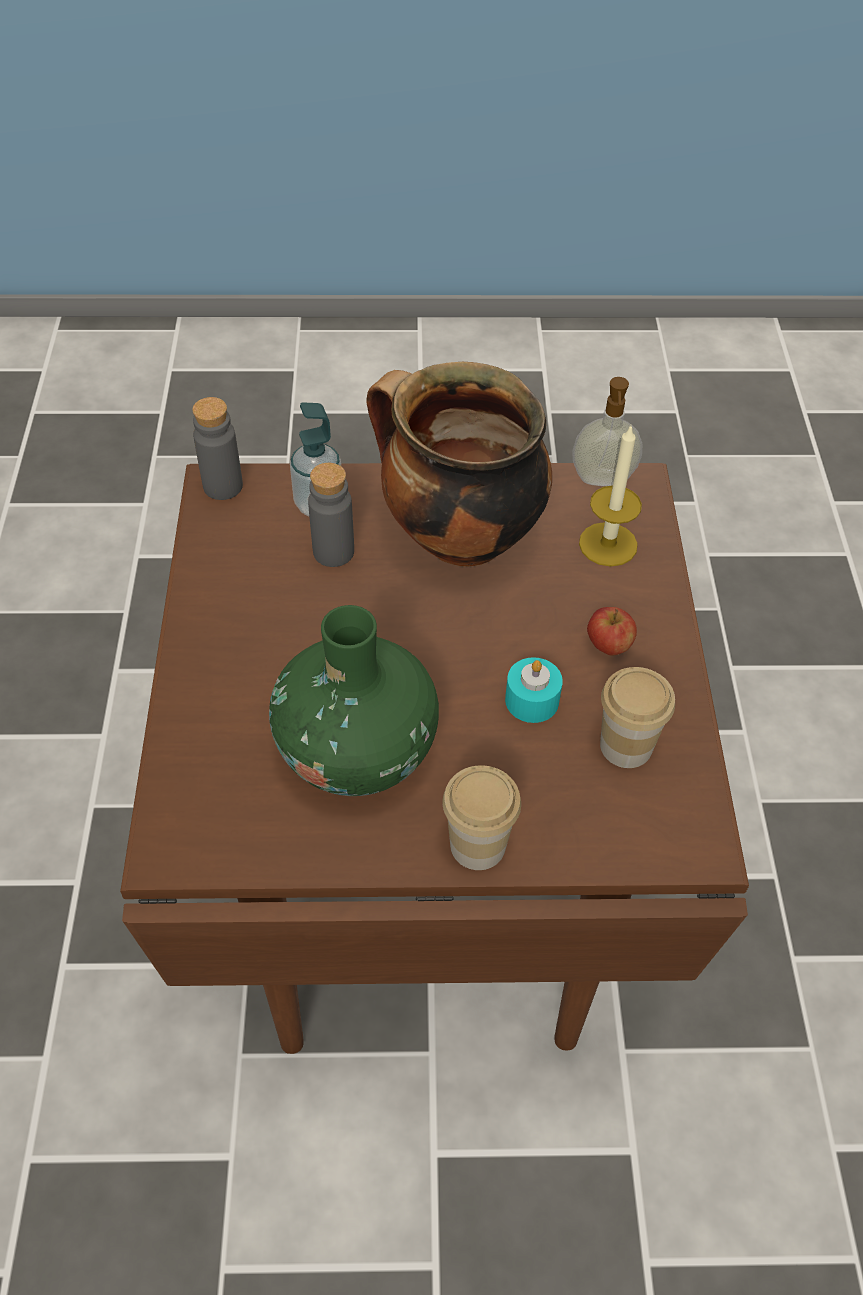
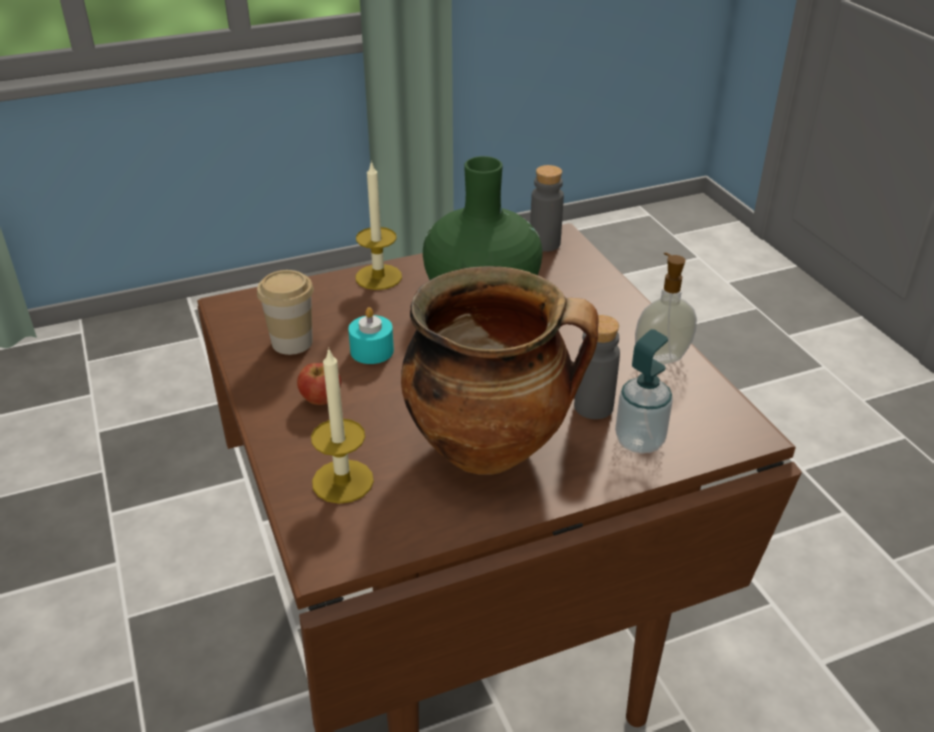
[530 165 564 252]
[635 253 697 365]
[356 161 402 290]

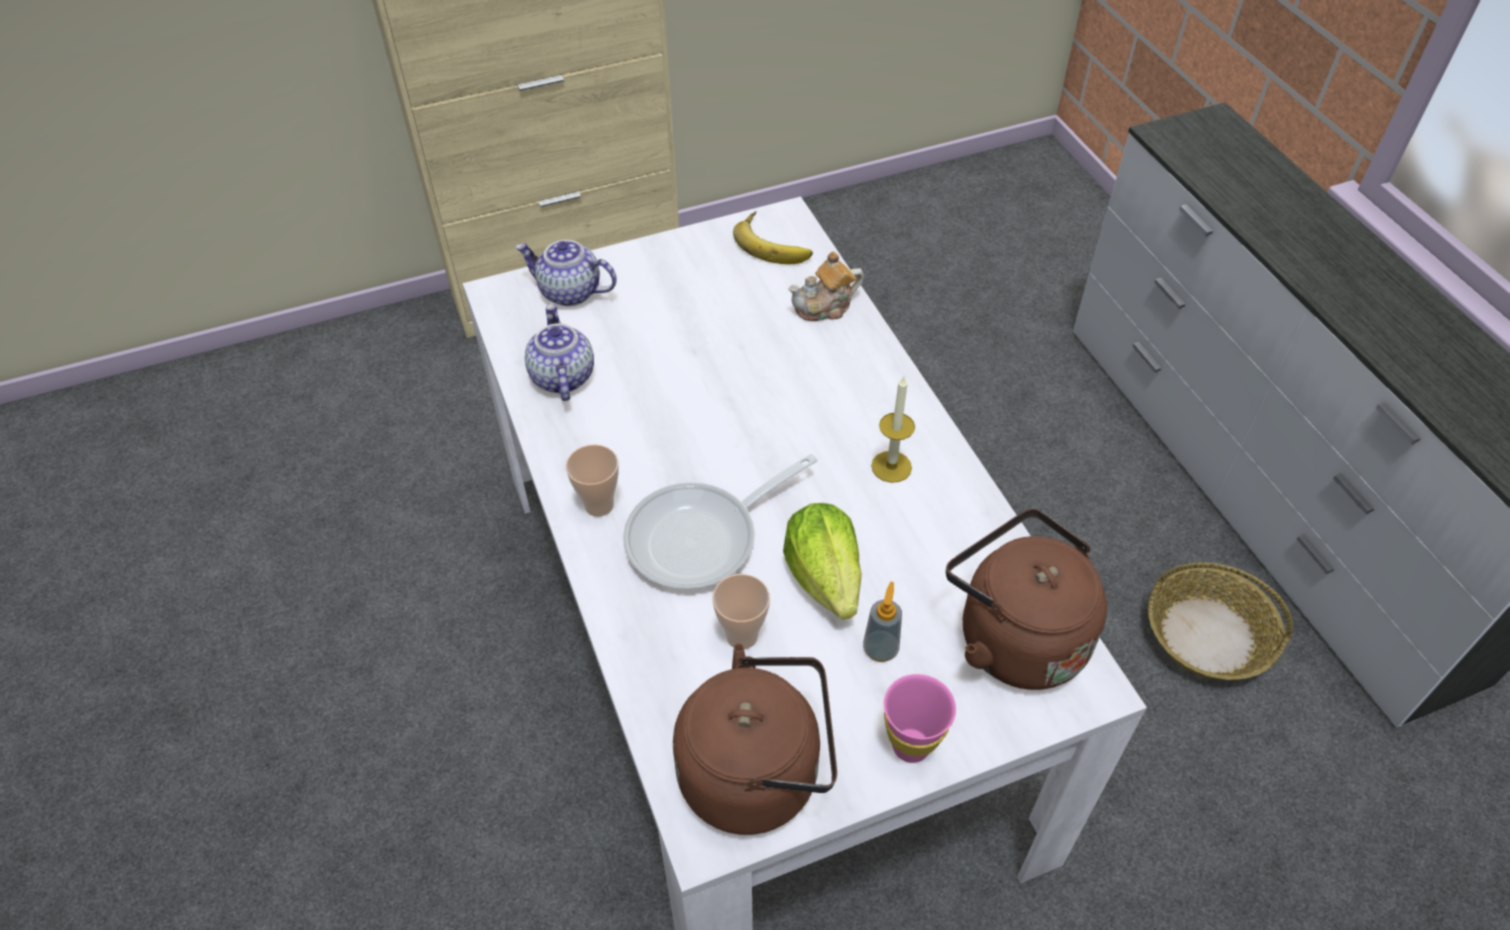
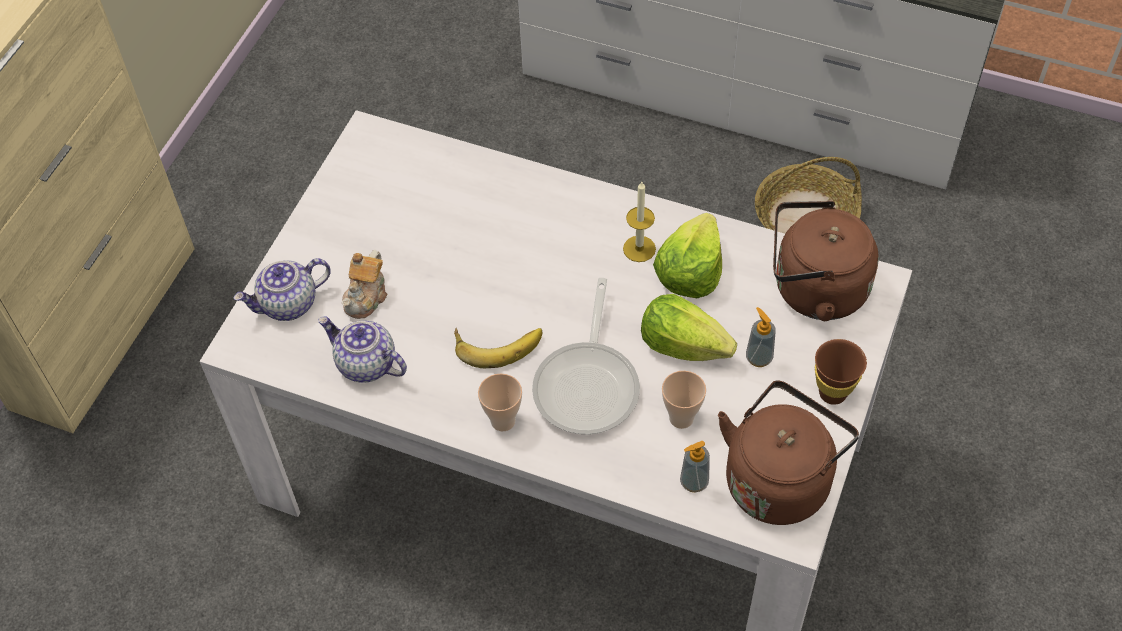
[653 213 722 298]
[680 441 710 492]
[454 328 542 368]
[342 250 387 319]
[815 339 867 405]

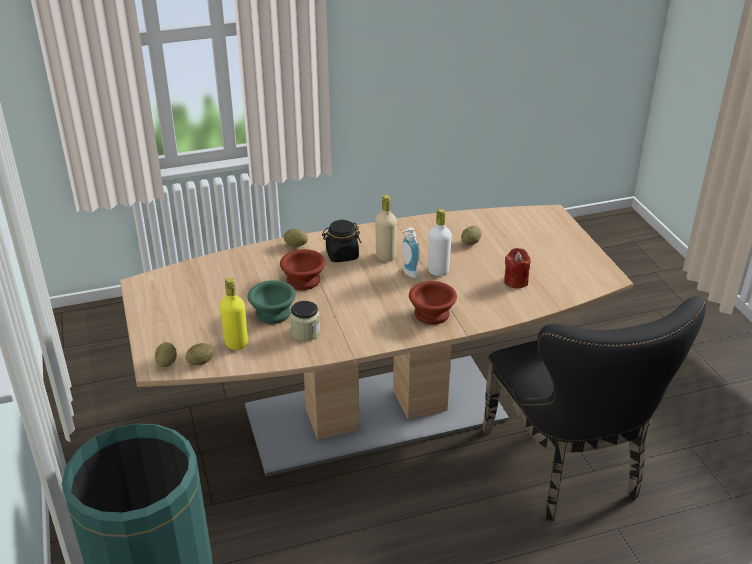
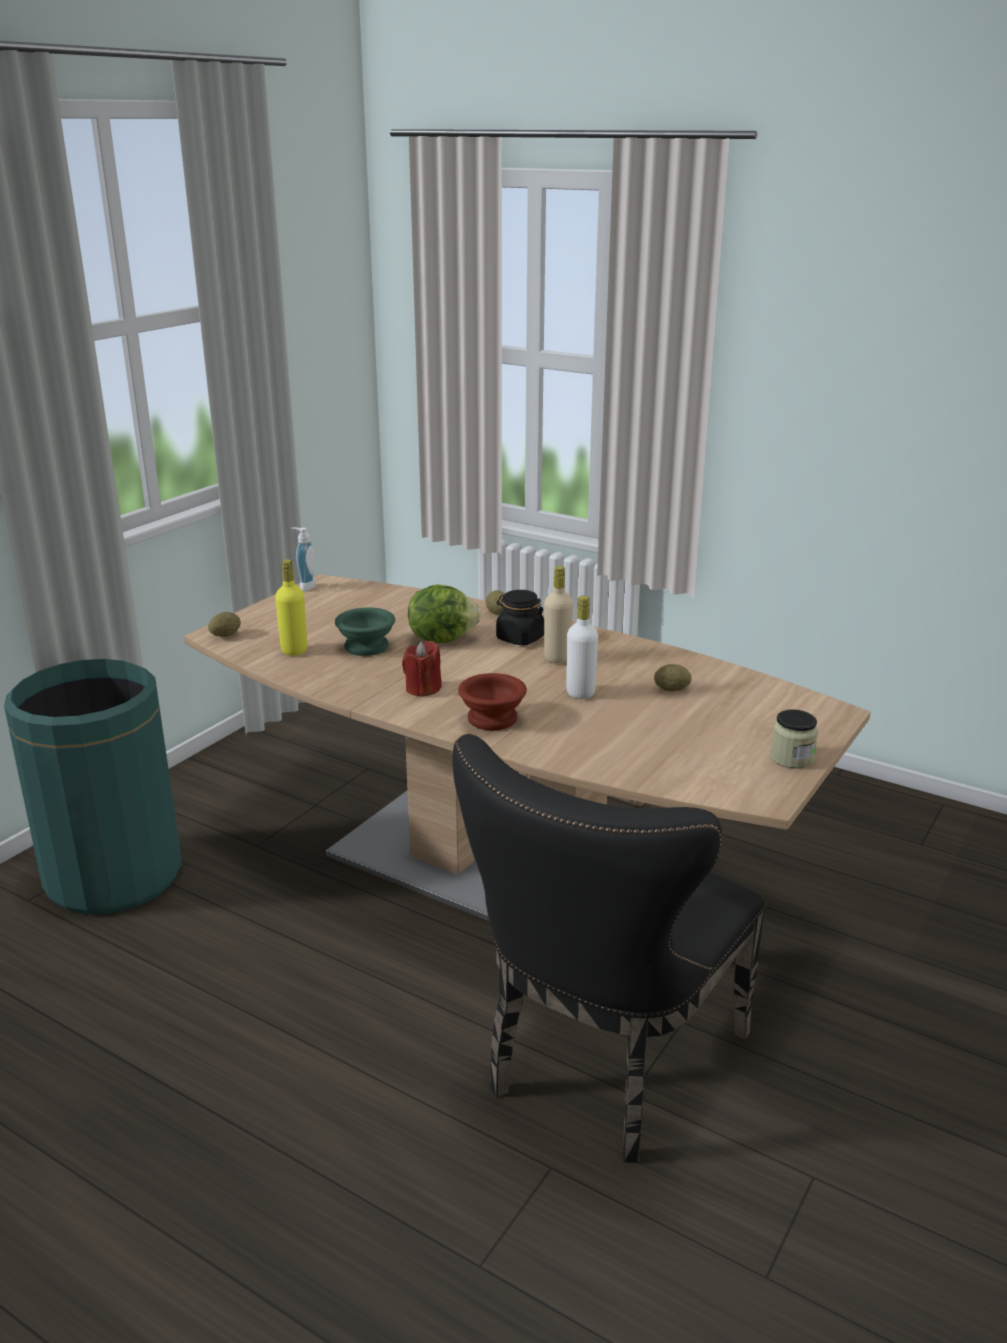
[186 343 214 365] (first image)
[770 709 818 769]
[291 527 316 592]
[402 641 442 697]
[408 584 481 643]

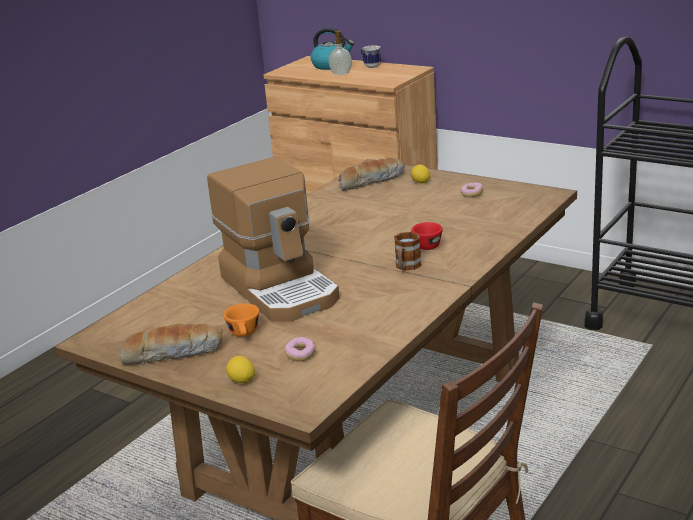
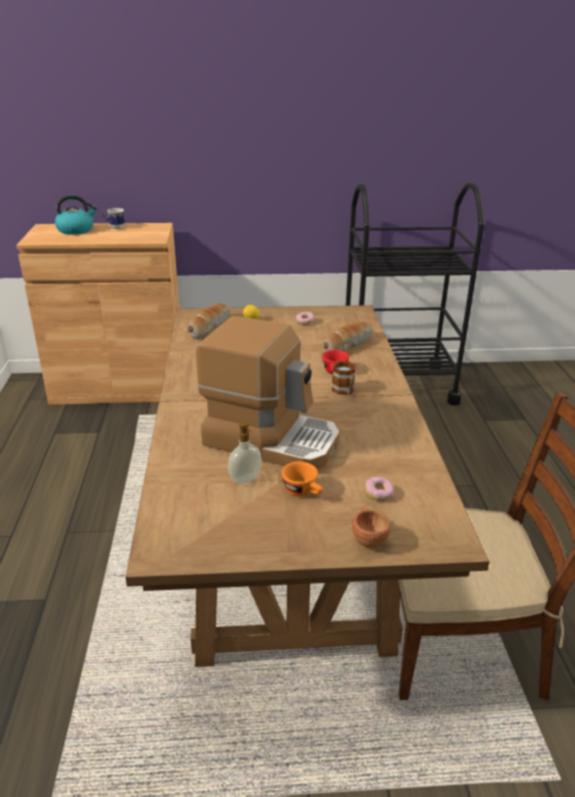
[323 322 373 352]
[228 421 262 484]
[352 505 391 548]

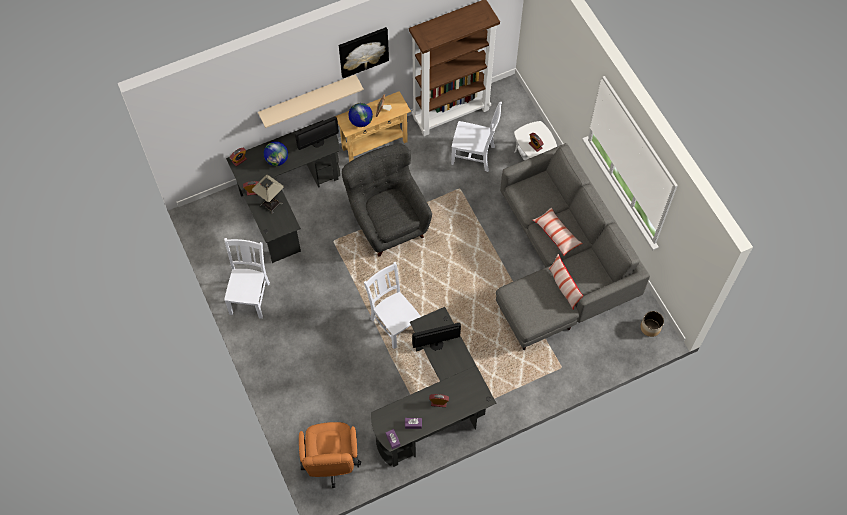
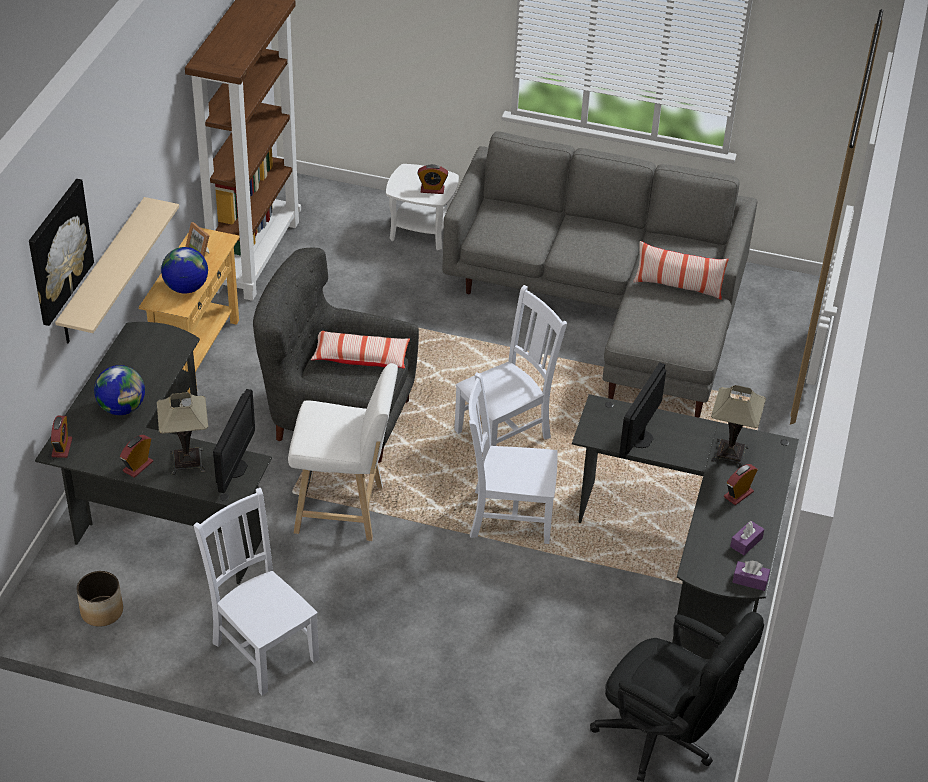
[288 363 398 541]
[711 385 766 467]
[213 389 255 493]
[29 179 94 326]
[454 285 567 446]
[311 331 410 368]
[77 571 123 627]
[590 612 764 782]

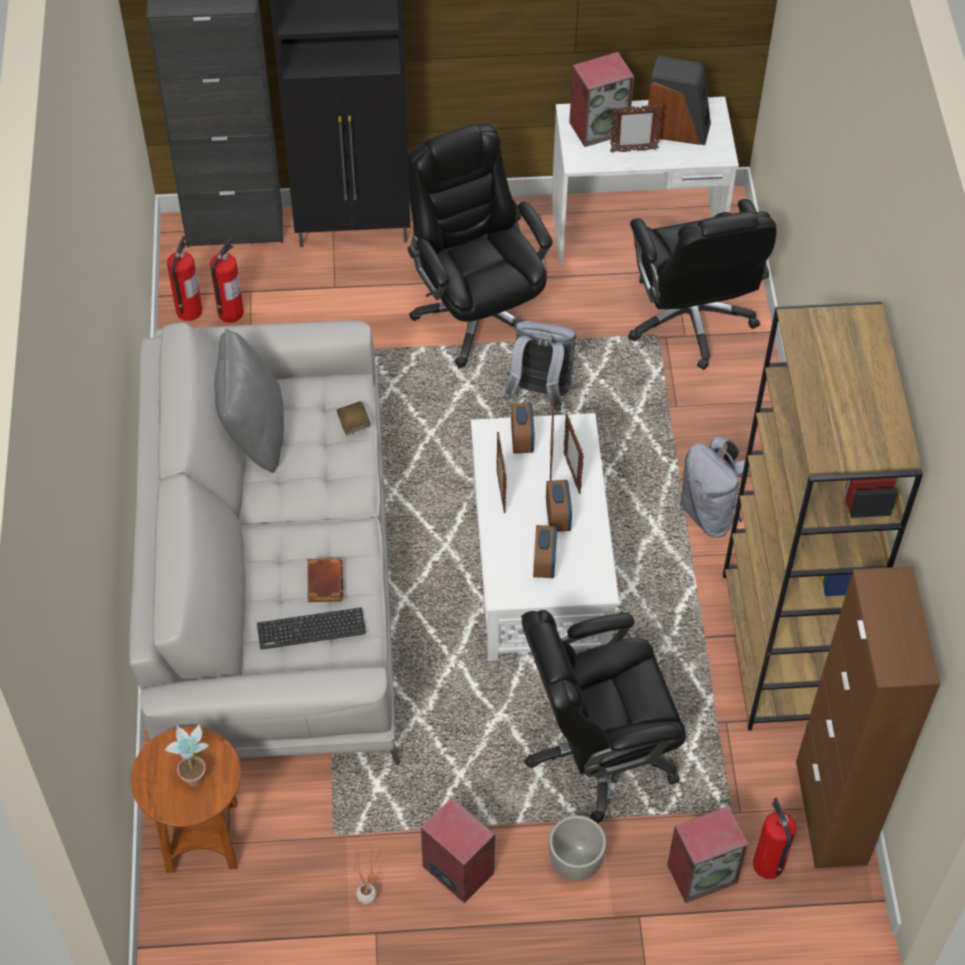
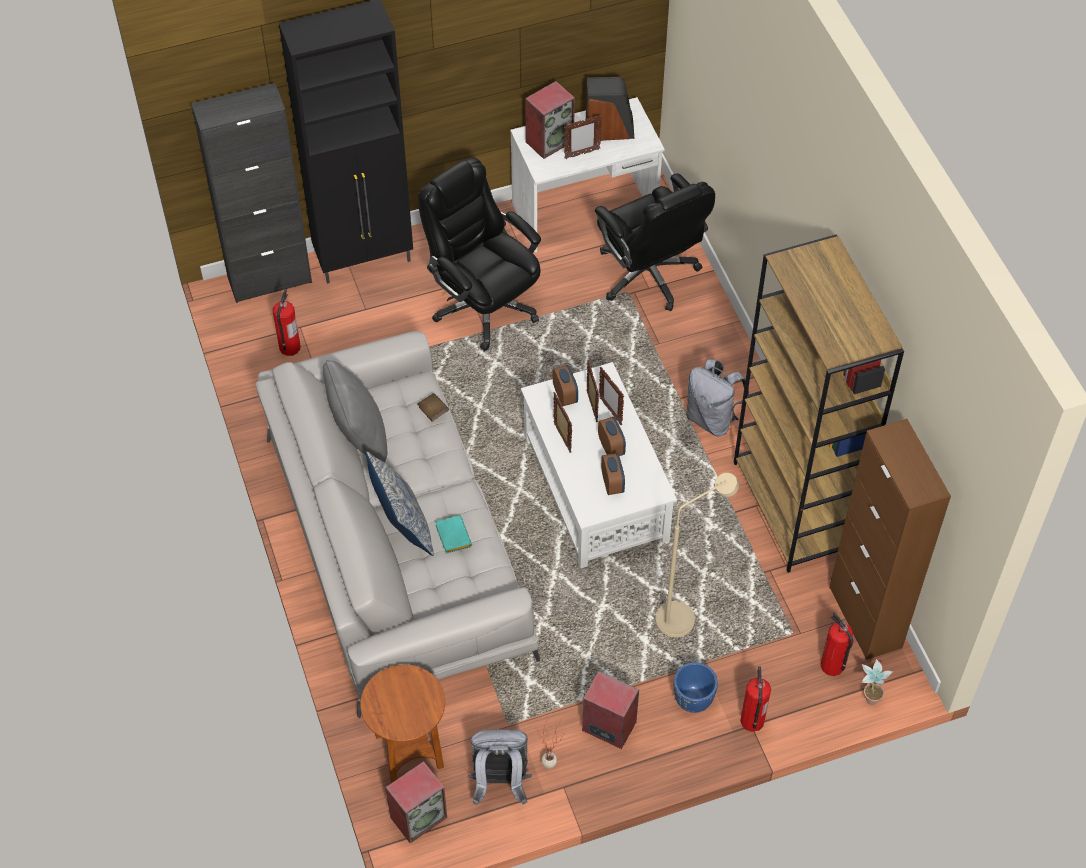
[257 607 366 650] (first image)
[366 451 434 556]
[862 659 893 705]
[740 666 771 732]
[468 729 532 805]
[385 761 447 843]
[655 473 739 638]
[435 515 472 554]
[674 662 718 713]

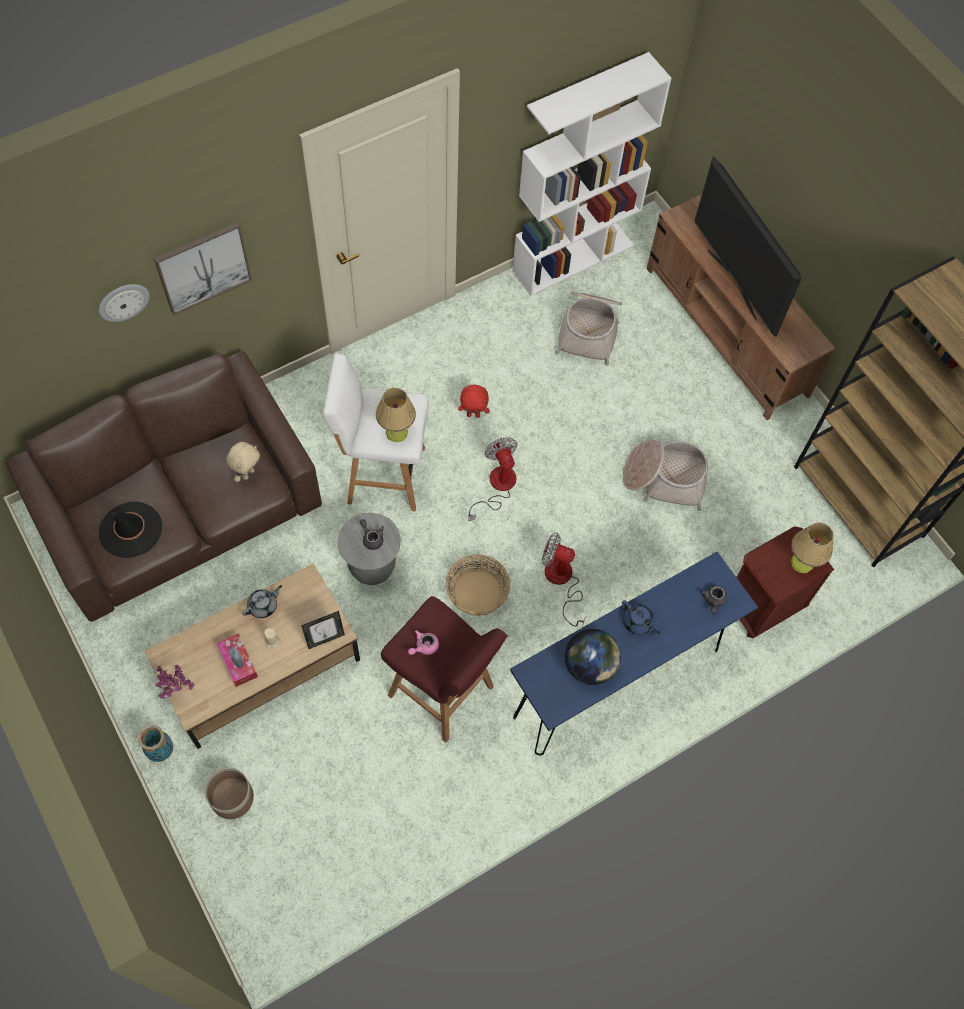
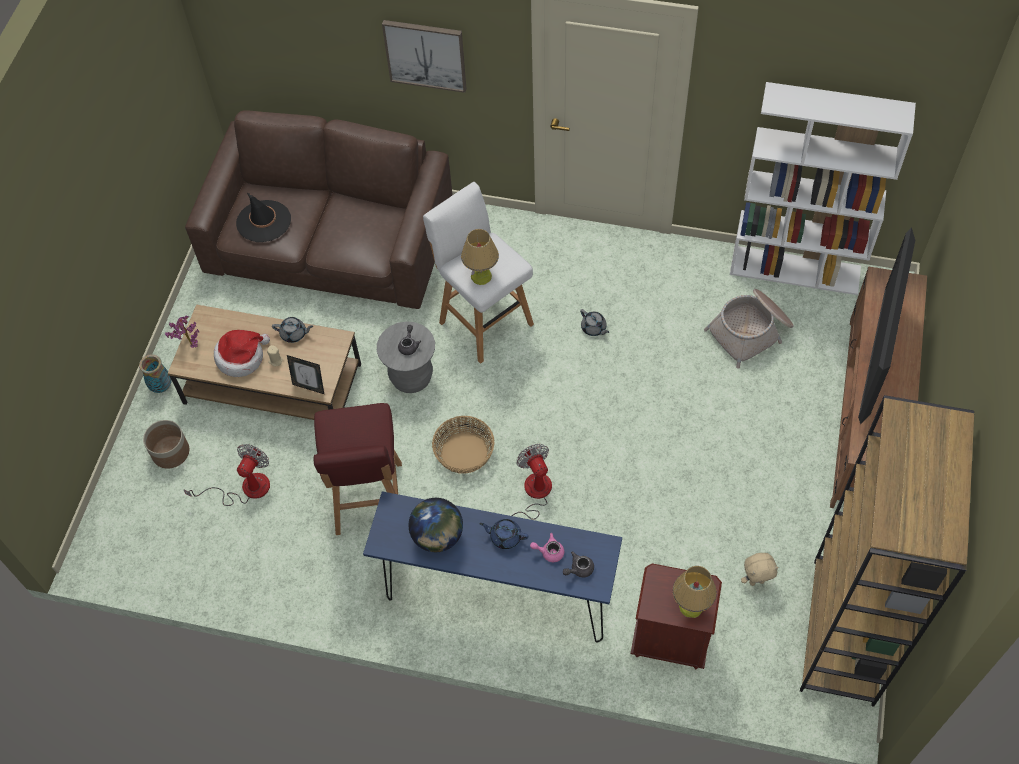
[99 284 150 322] (first image)
[623 439 708 511] (first image)
[741 553 779 586]
[530 533 564 562]
[183 444 270 506]
[214 330 270 377]
[580 309 609 336]
[479 519 528 549]

